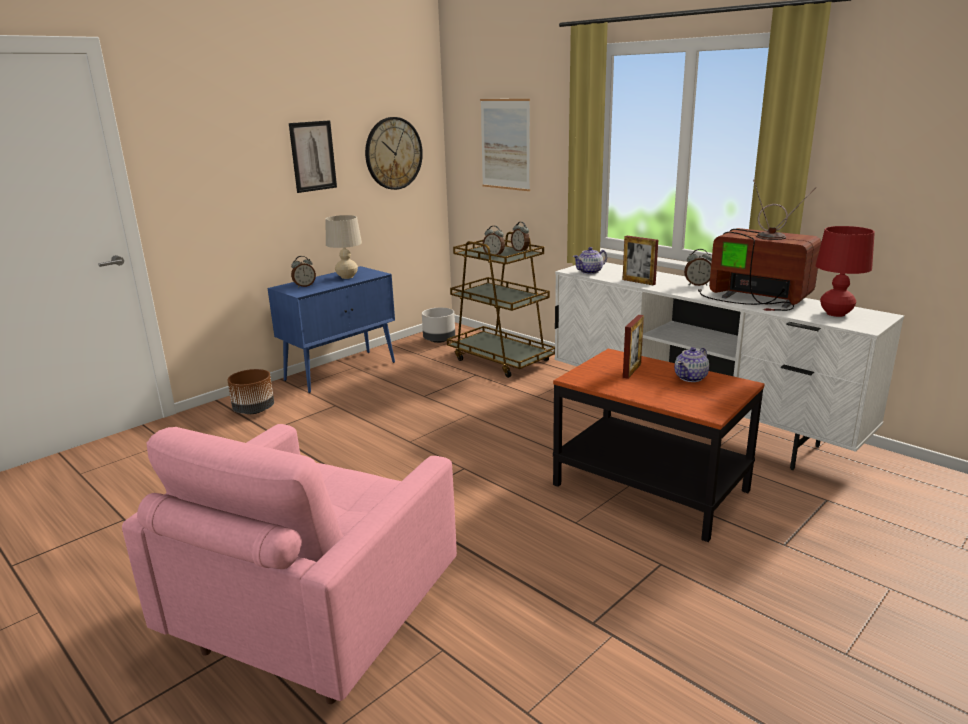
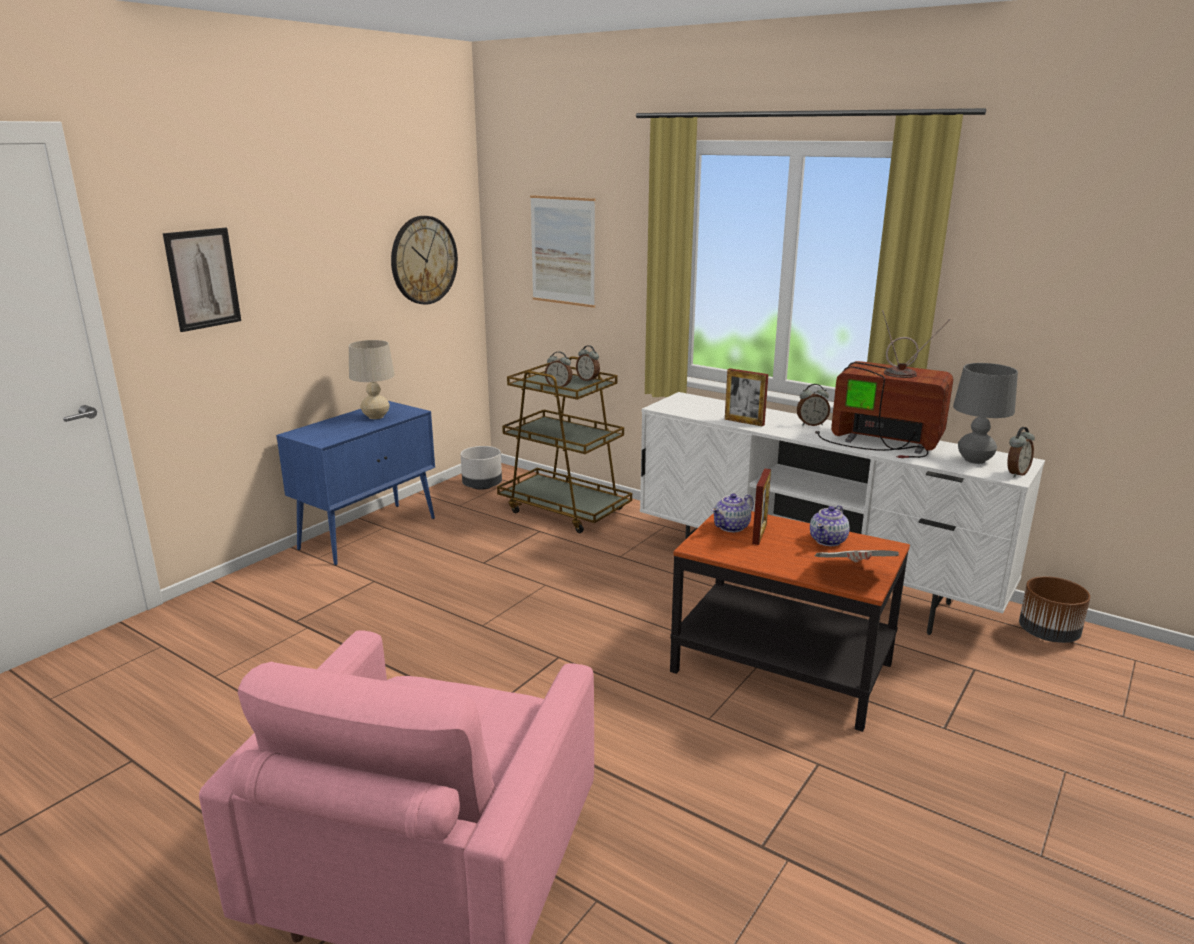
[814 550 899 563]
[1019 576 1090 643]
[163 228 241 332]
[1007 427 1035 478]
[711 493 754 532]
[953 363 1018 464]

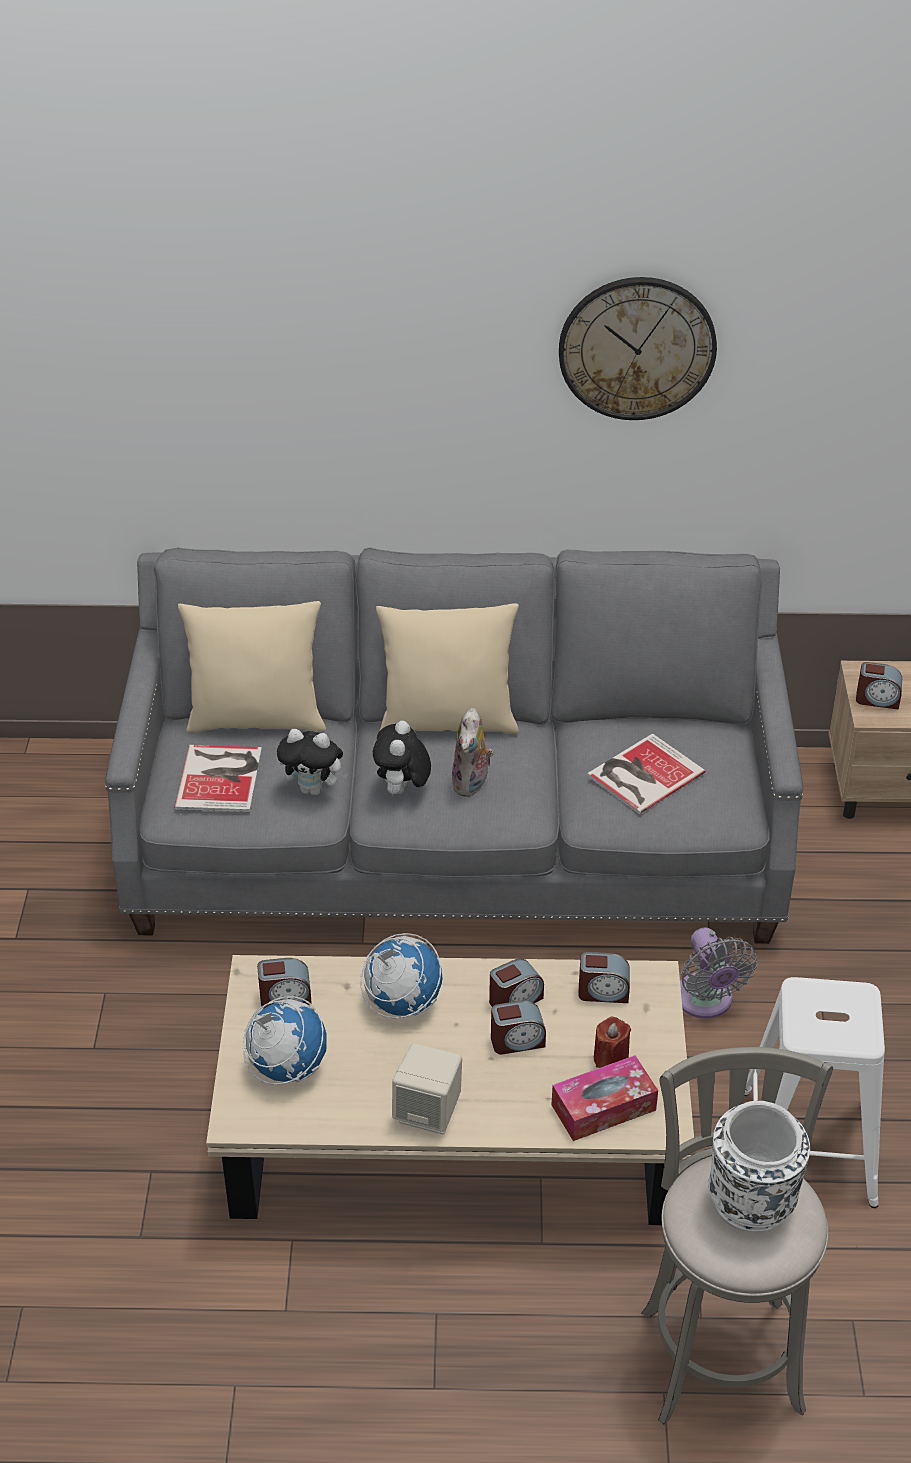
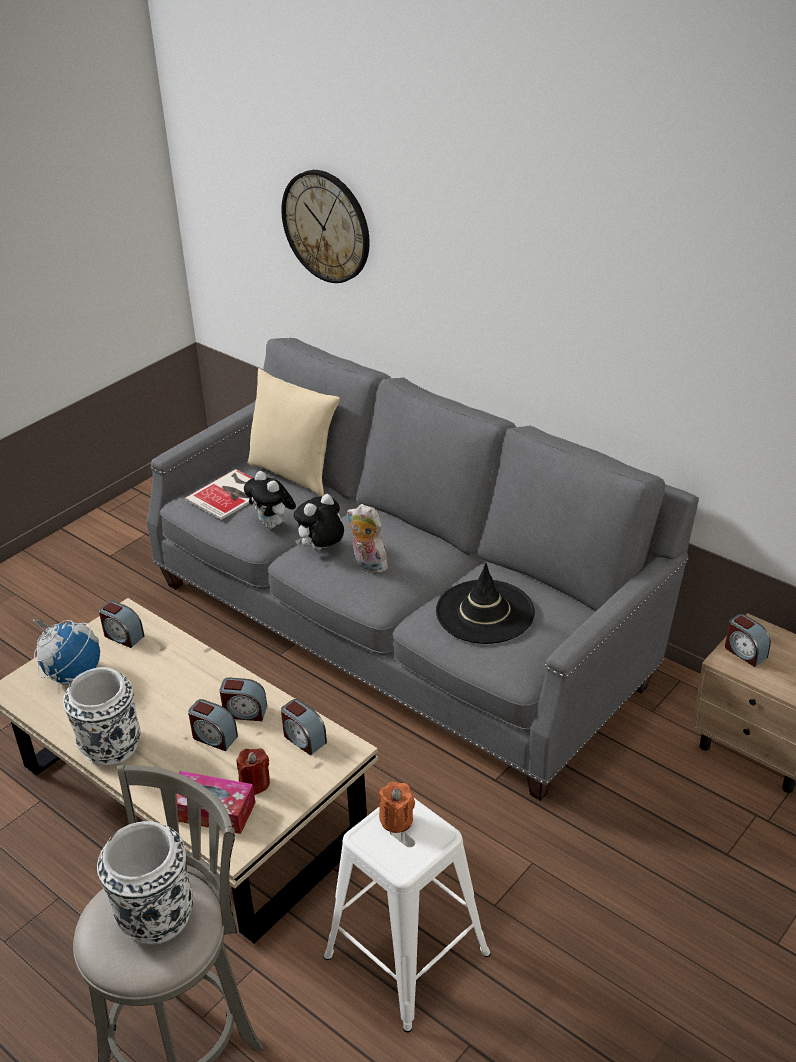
[360 933 443 1019] (first image)
[376 603 519 734] (first image)
[680 928 757 1018] (first image)
[379 782 415 833]
[281 170 370 283]
[63 667 141 765]
[436 563 535 644]
[347 504 388 574]

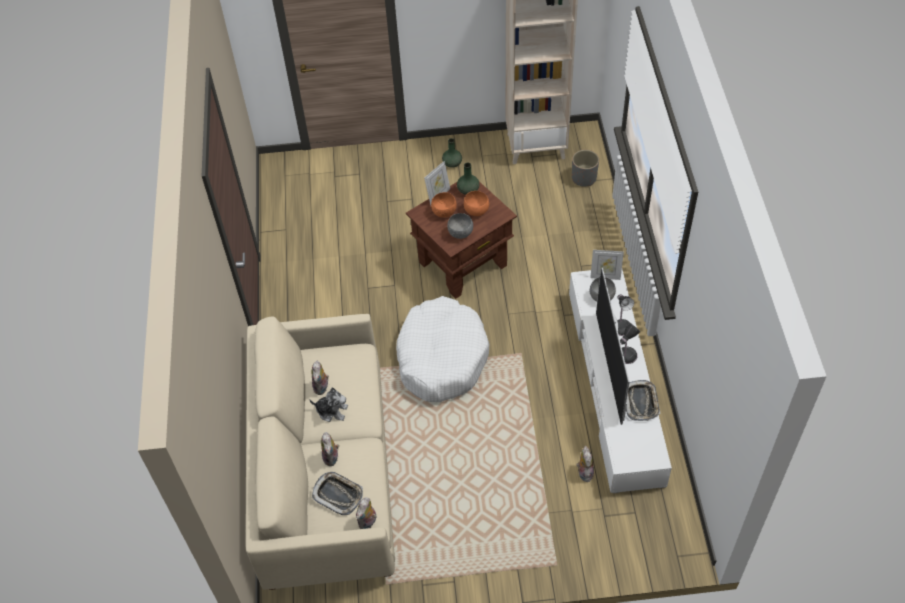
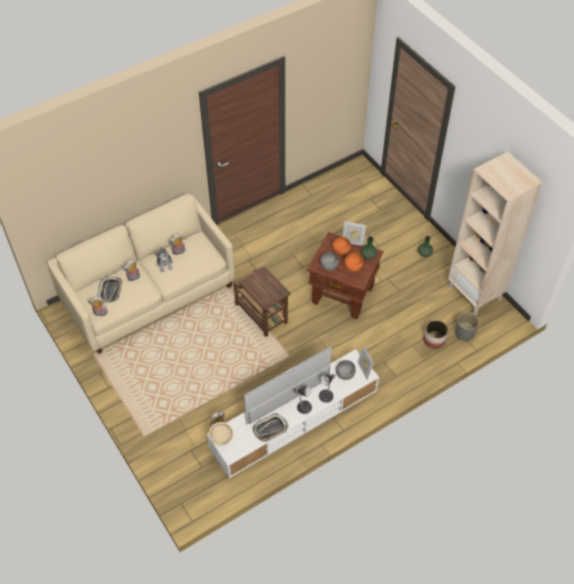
[209 422 233 446]
[423 320 448 349]
[234 266 291 337]

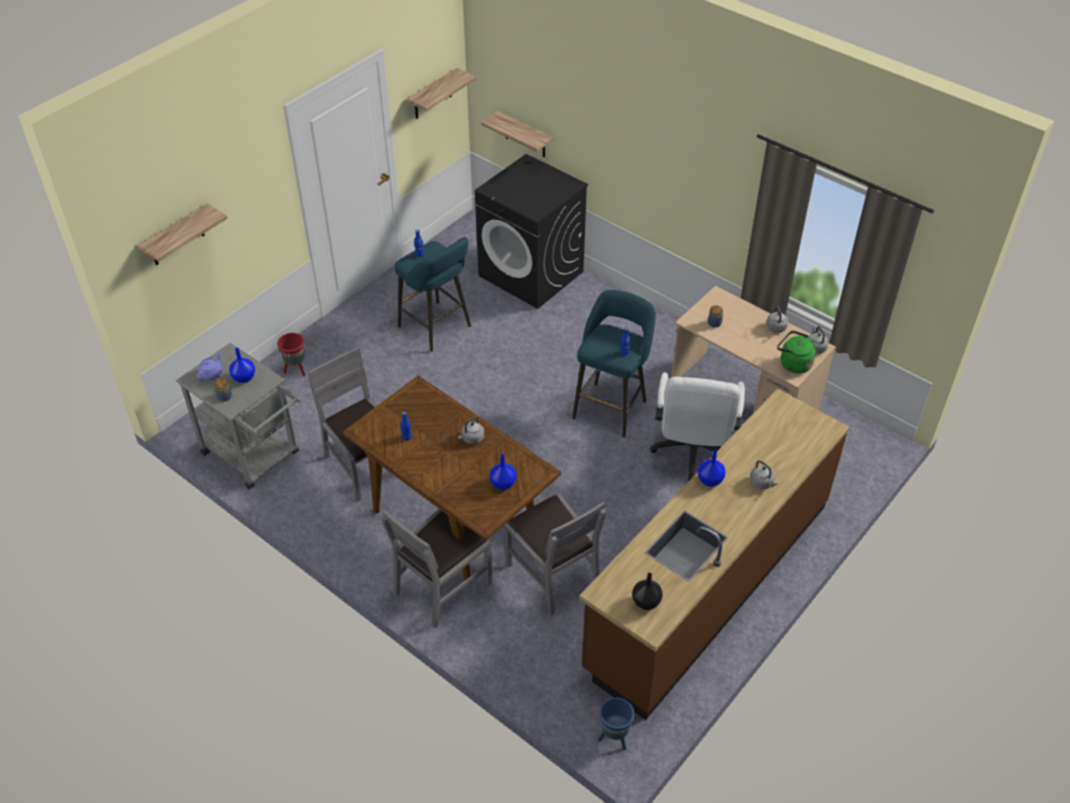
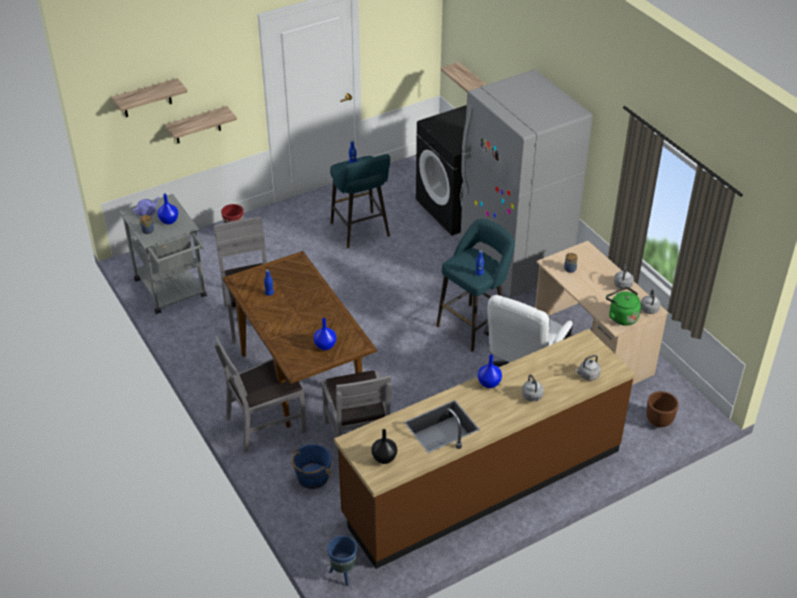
[291 444 332 489]
[460 70 592 298]
[646 391 679 428]
[165 106 237 143]
[575 355 601 381]

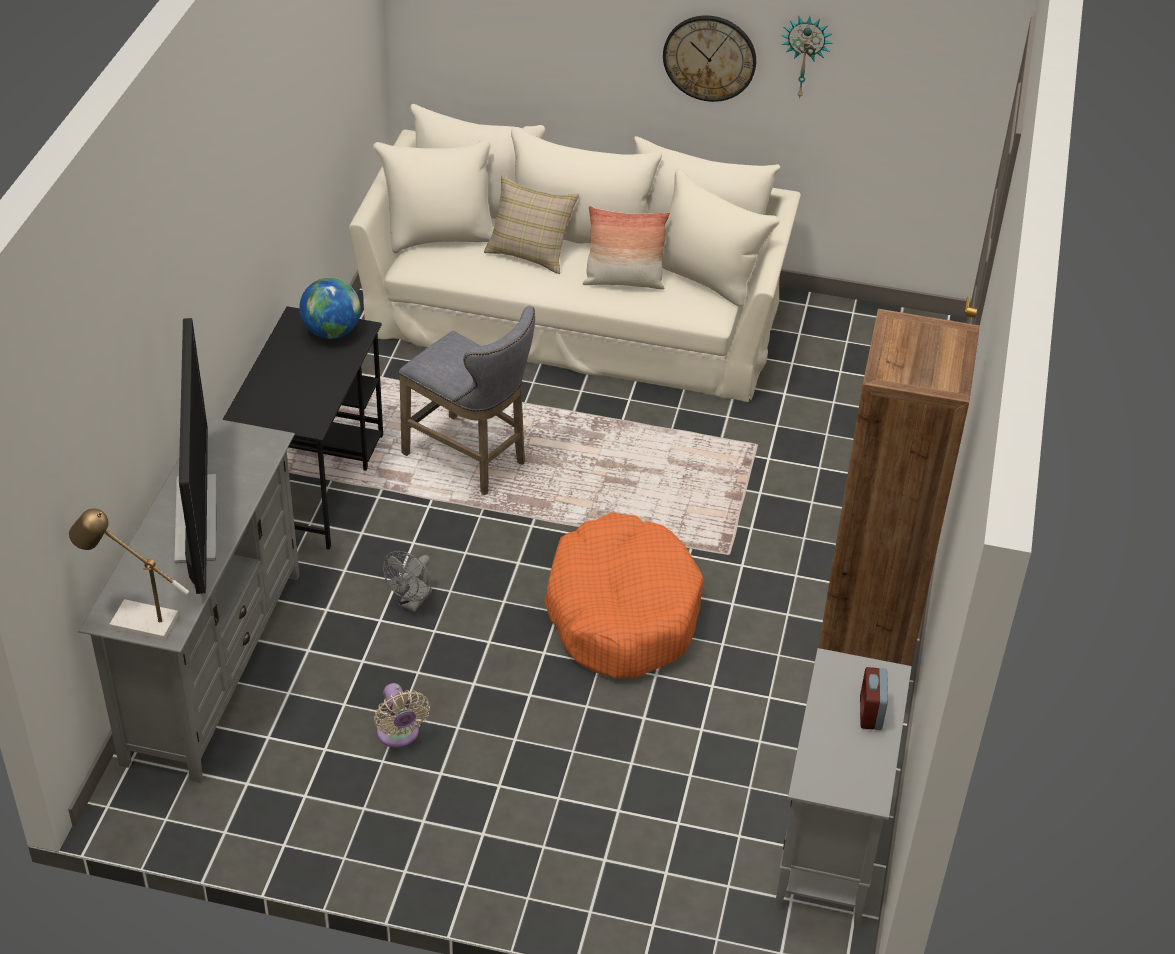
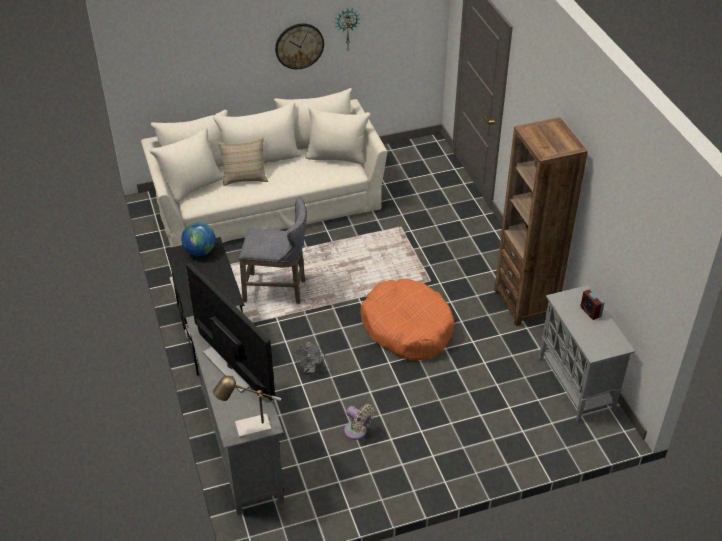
[583 206 670 290] (first image)

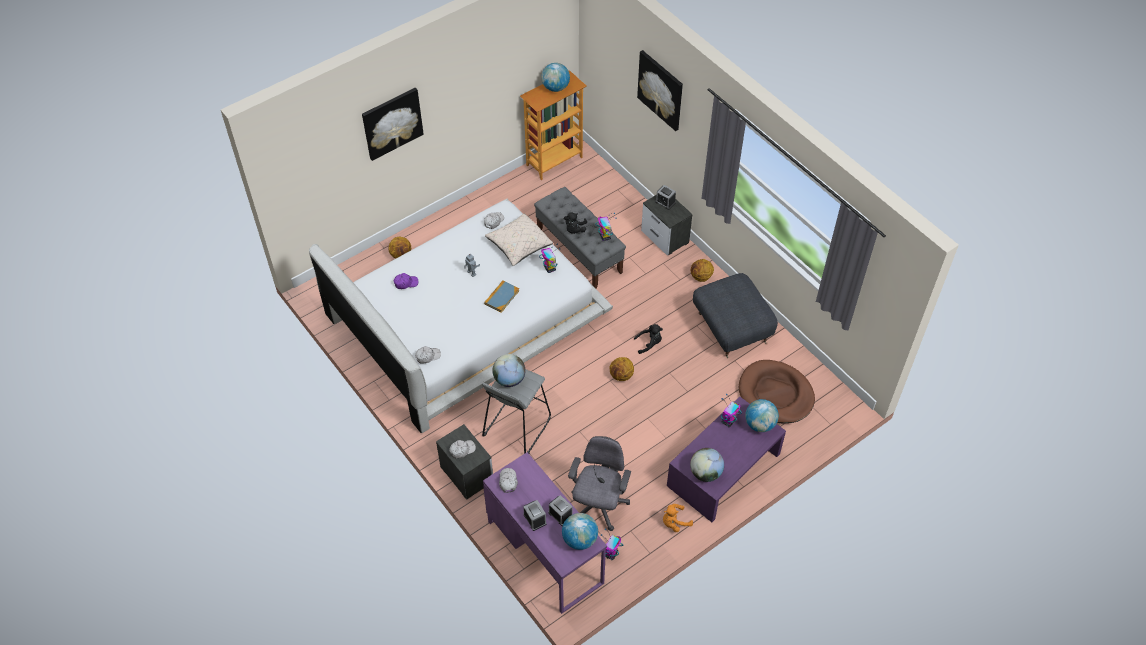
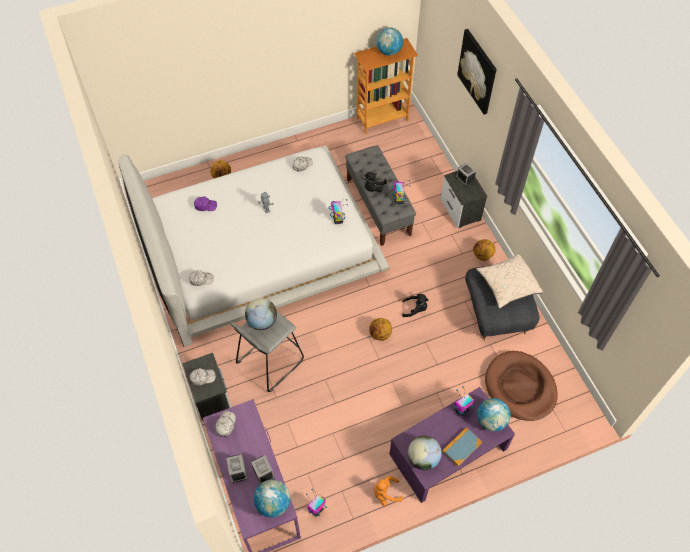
[362 88 424 161] (first image)
[568 436 631 531] (first image)
[442 427 482 467]
[476 254 543 308]

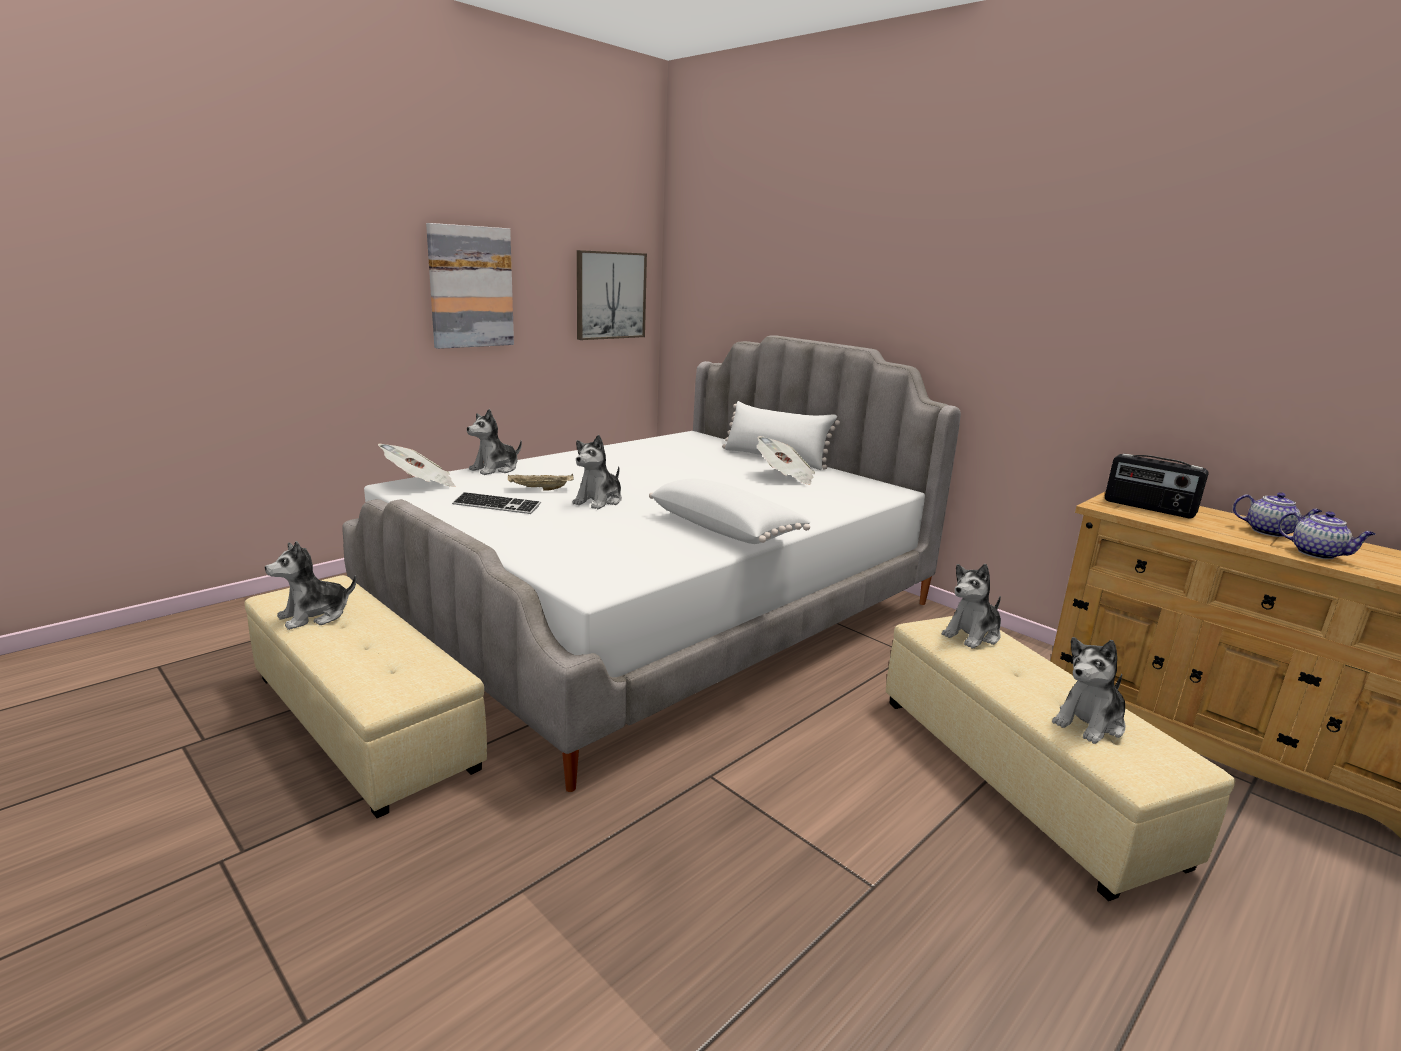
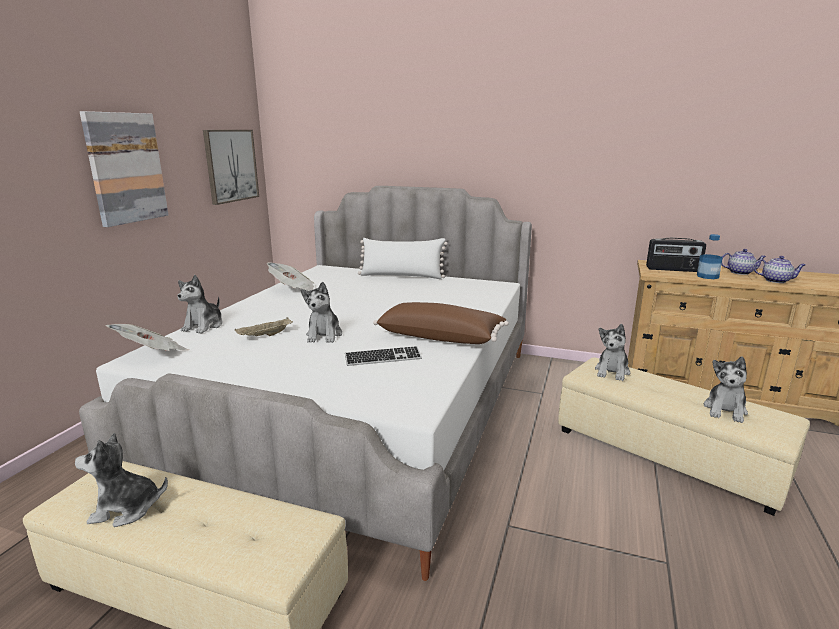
[697 234 722 279]
[345 346 422 366]
[267 262 314 291]
[373 302 509 344]
[75 433 168 527]

